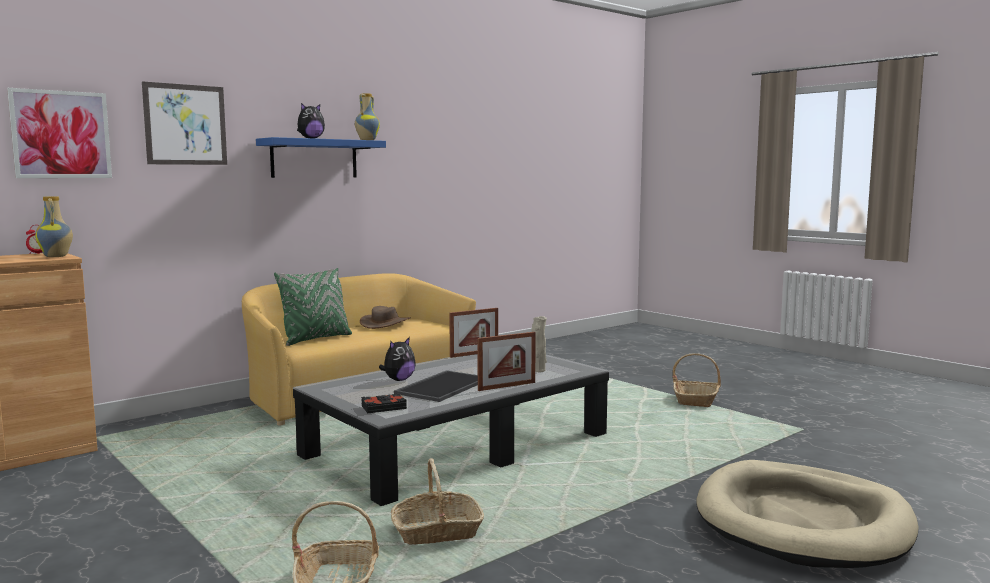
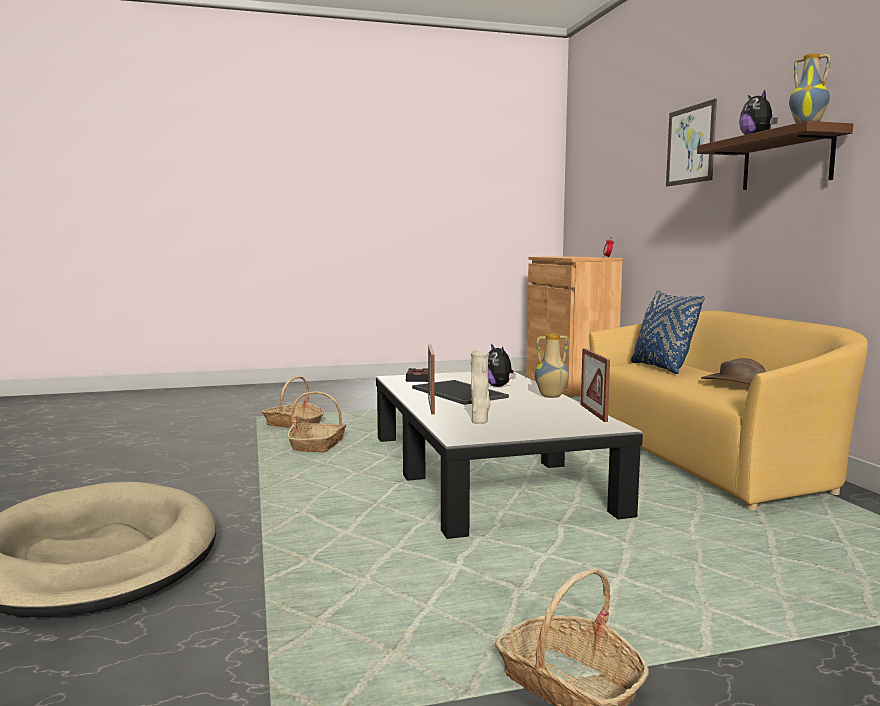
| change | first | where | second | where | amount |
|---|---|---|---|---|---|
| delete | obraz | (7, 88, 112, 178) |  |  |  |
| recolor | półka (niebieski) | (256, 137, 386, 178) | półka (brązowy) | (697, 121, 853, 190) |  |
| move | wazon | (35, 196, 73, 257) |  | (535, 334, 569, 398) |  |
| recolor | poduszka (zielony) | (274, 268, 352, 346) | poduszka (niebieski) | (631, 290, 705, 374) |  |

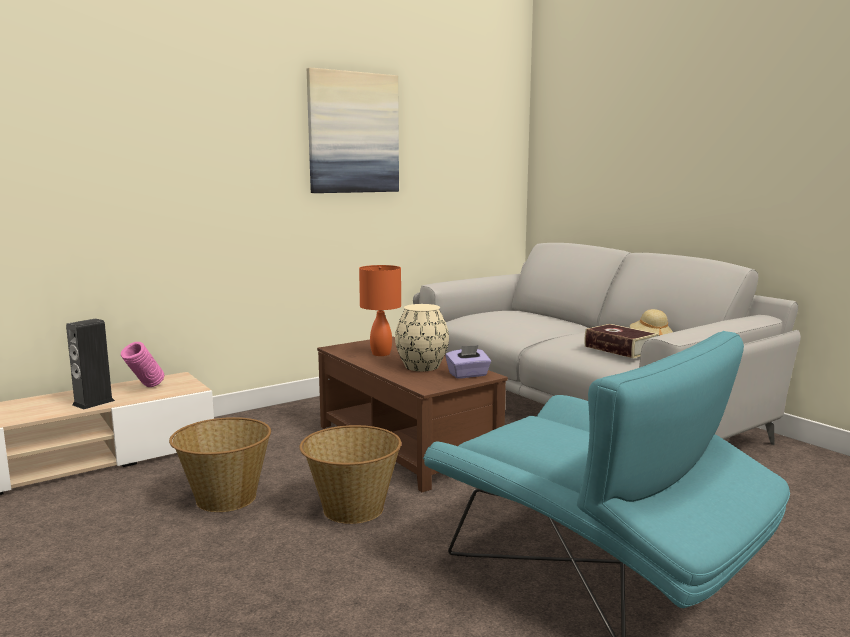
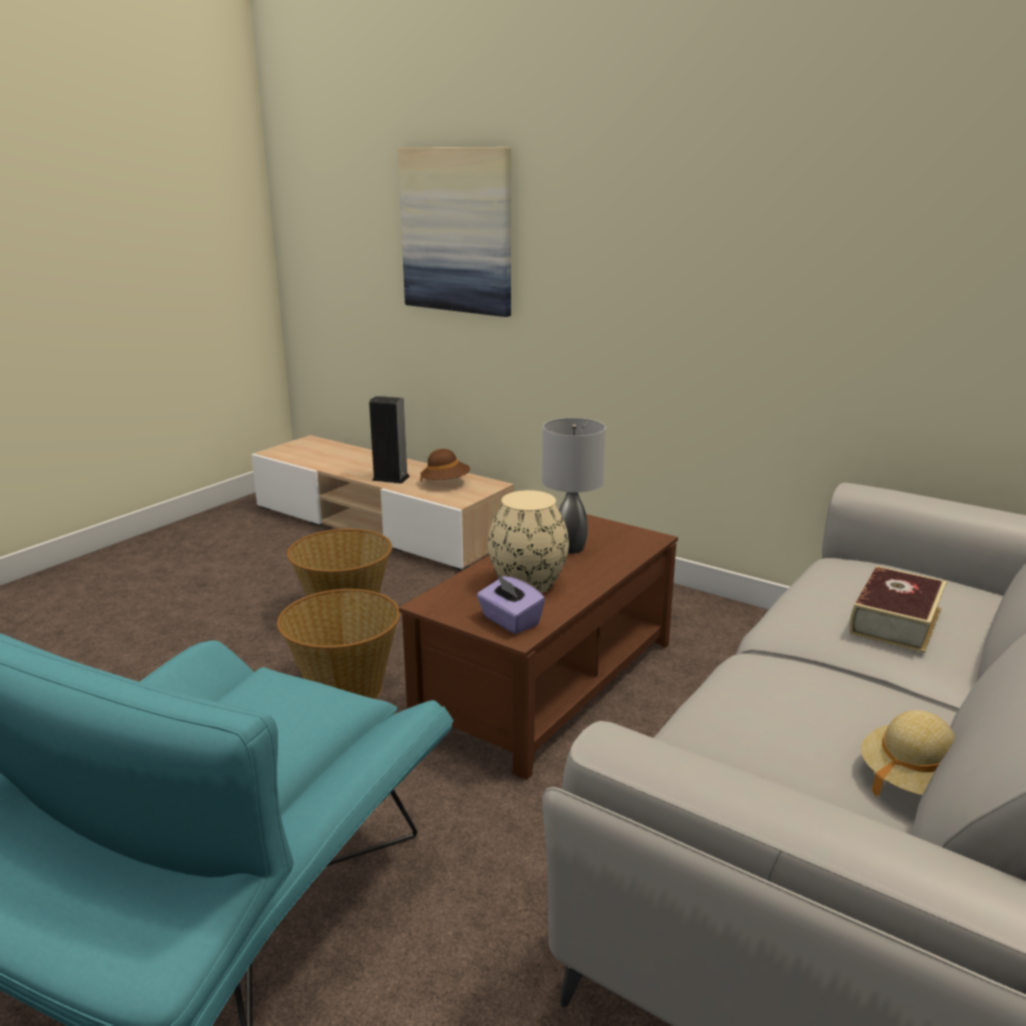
| change | first | where | second | where | amount |
|---|---|---|---|---|---|
| move | obraz | (307, 67, 399, 193) |  | (398, 147, 511, 317) |  |
| recolor | lampa stołowa (pomarańczowy) | (359, 265, 401, 356) | lampa stołowa (szary) | (542, 418, 606, 554) |  |
| move | książka | (585, 324, 659, 358) |  | (849, 566, 947, 653) |  |
| replace | wazon (różowy) | (121, 342, 164, 387) | kapelusz (brązowy) | (421, 449, 470, 482) |  |

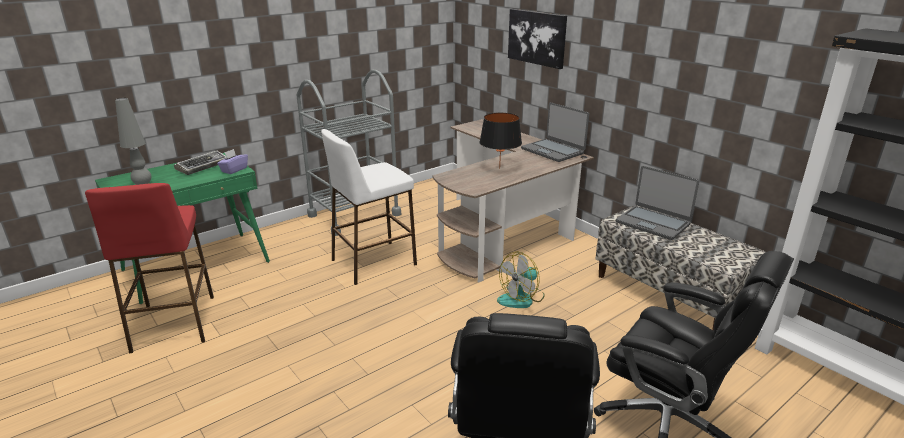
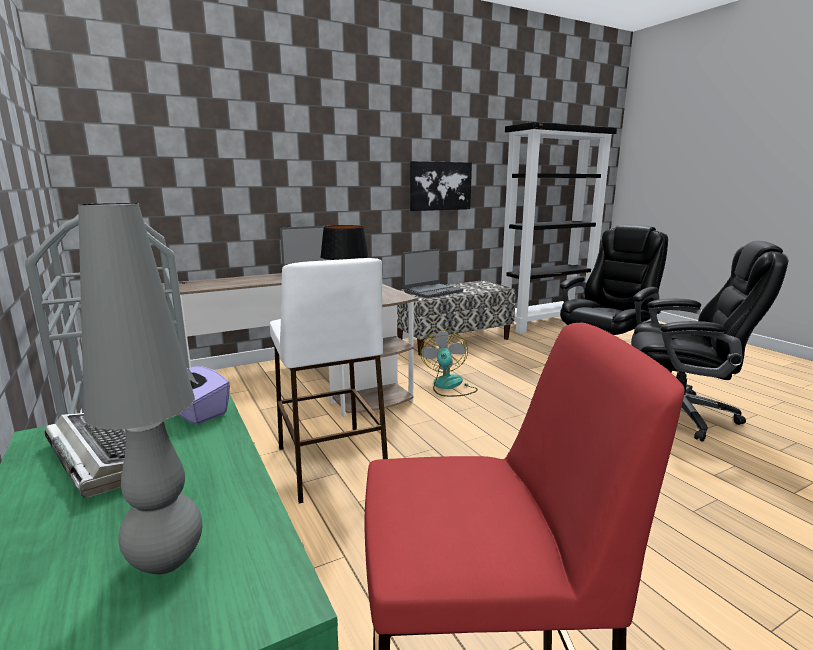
| change | first | where | second | where | amount |
|---|---|---|---|---|---|
| move | obraz | (508, 9, 567, 69) |  | (410, 161, 472, 211) |  |
| rotate | wentylator | (497, 251, 545, 308) |  | (420, 330, 478, 397) | 150 degrees counterclockwise |

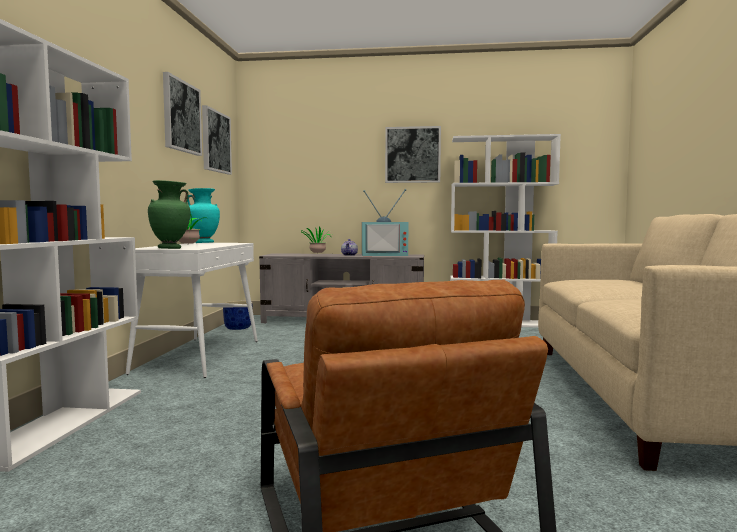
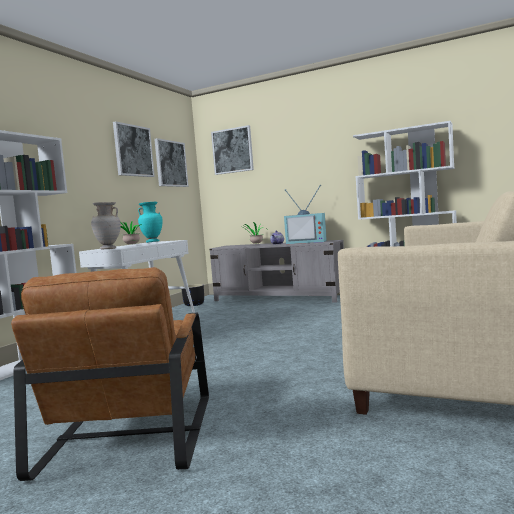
| change | first | where | second | where | amount |
|---|---|---|---|---|---|
| move | obraz | (385, 126, 441, 183) |  | (211, 125, 254, 175) |  |
| recolor | wazon (zielony) | (148, 180, 190, 249) | wazon (beżowy) | (91, 202, 121, 249) |  |
| recolor | donica (niebieski) | (223, 301, 253, 330) | donica (czarny) | (182, 284, 204, 306) |  |

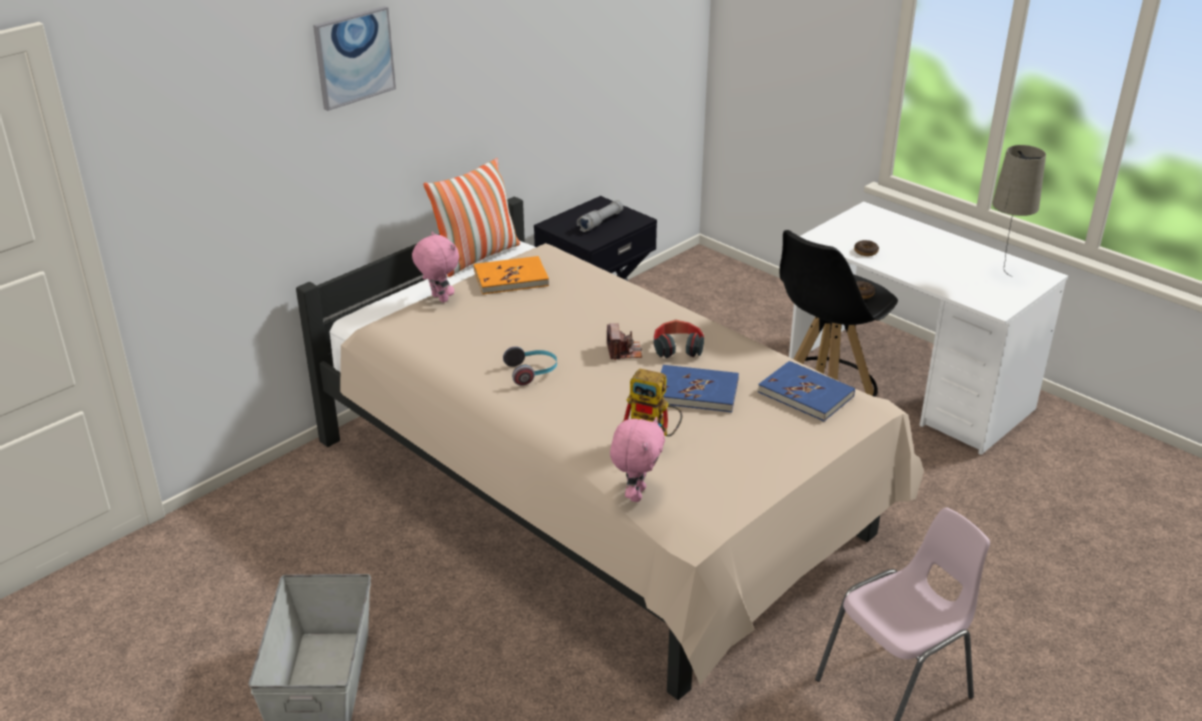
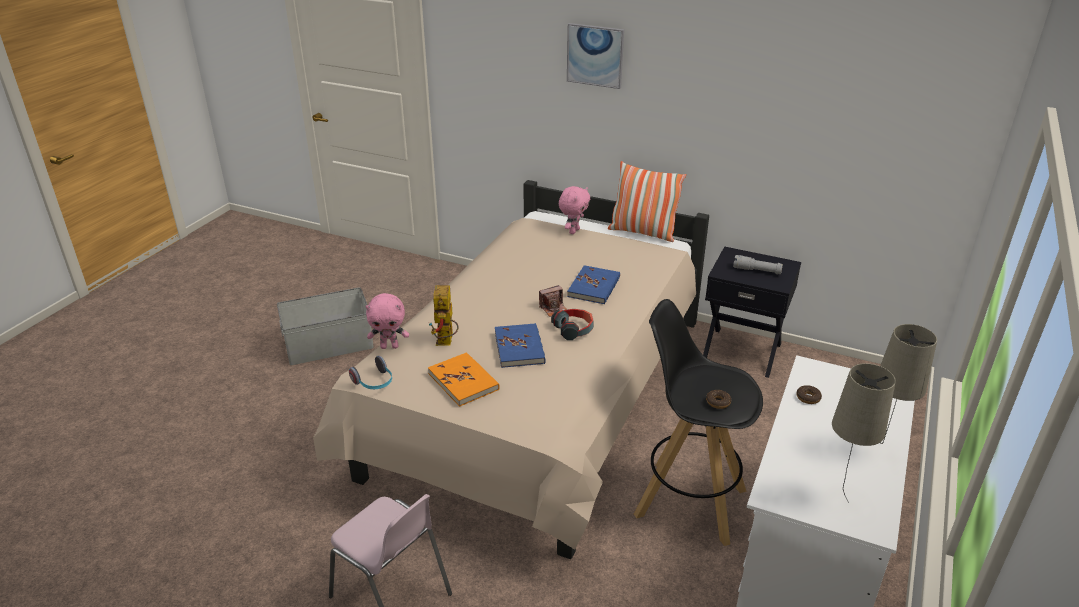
| change | first | where | second | where | amount |
|---|---|---|---|---|---|
| move | książka (pomarańczowy) | (474, 256, 549, 294) |  | (428, 352, 500, 407) |  |
| move | słuchawki | (503, 346, 557, 386) |  | (349, 356, 392, 389) |  |
| move | książka (niebieski) | (758, 361, 855, 421) |  | (567, 265, 620, 304) |  |
| insert |  |  | lampa stołowa (beżowy) | (880, 324, 937, 444) |  |

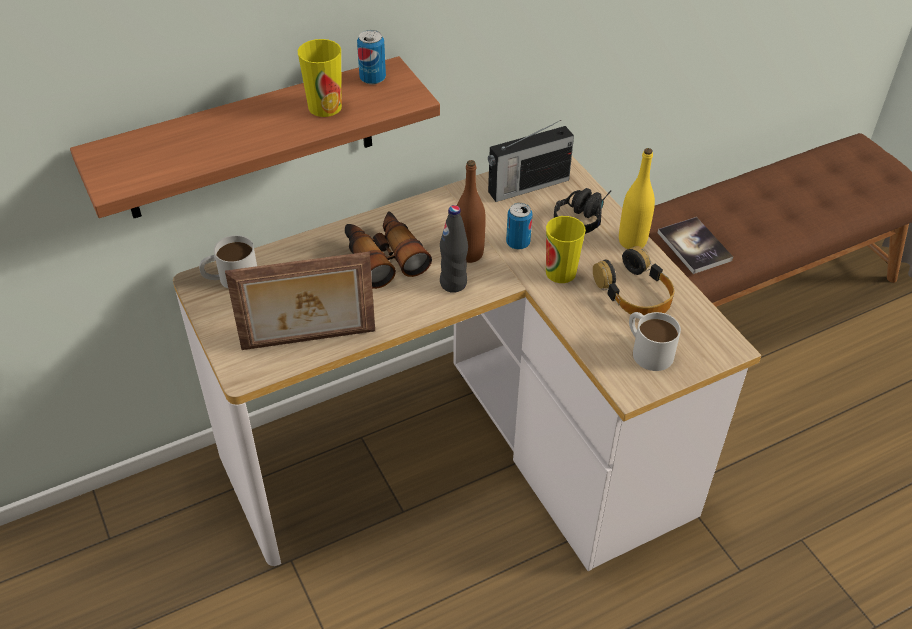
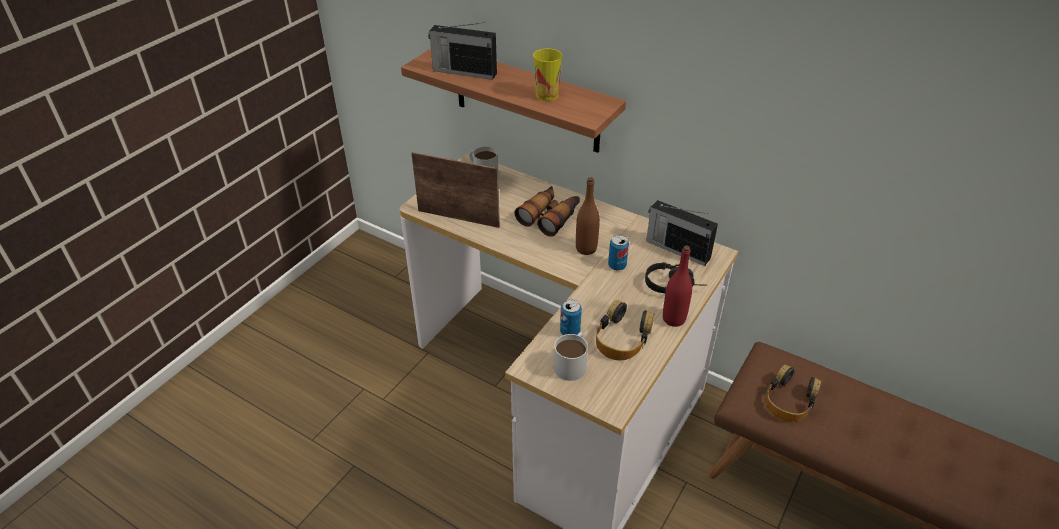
| change | first | where | second | where | amount |
|---|---|---|---|---|---|
| move | puszka | (357, 30, 386, 85) |  | (560, 299, 582, 335) |  |
| recolor | butelka (żółty) | (619, 148, 655, 249) | butelka (czerwony) | (663, 246, 692, 327) |  |
| delete | butelka (czarny) | (440, 205, 468, 293) |  |  |  |
| delete | filiżanka | (546, 216, 586, 283) |  |  |  |
| replace | książka | (658, 217, 733, 274) | słuchawki | (766, 364, 821, 422) |  |
| rotate | ramka na zdjęcie | (225, 252, 375, 350) |  | (411, 152, 500, 228) | 150 degrees clockwise |
| insert |  |  | radio | (428, 23, 497, 80) |  |

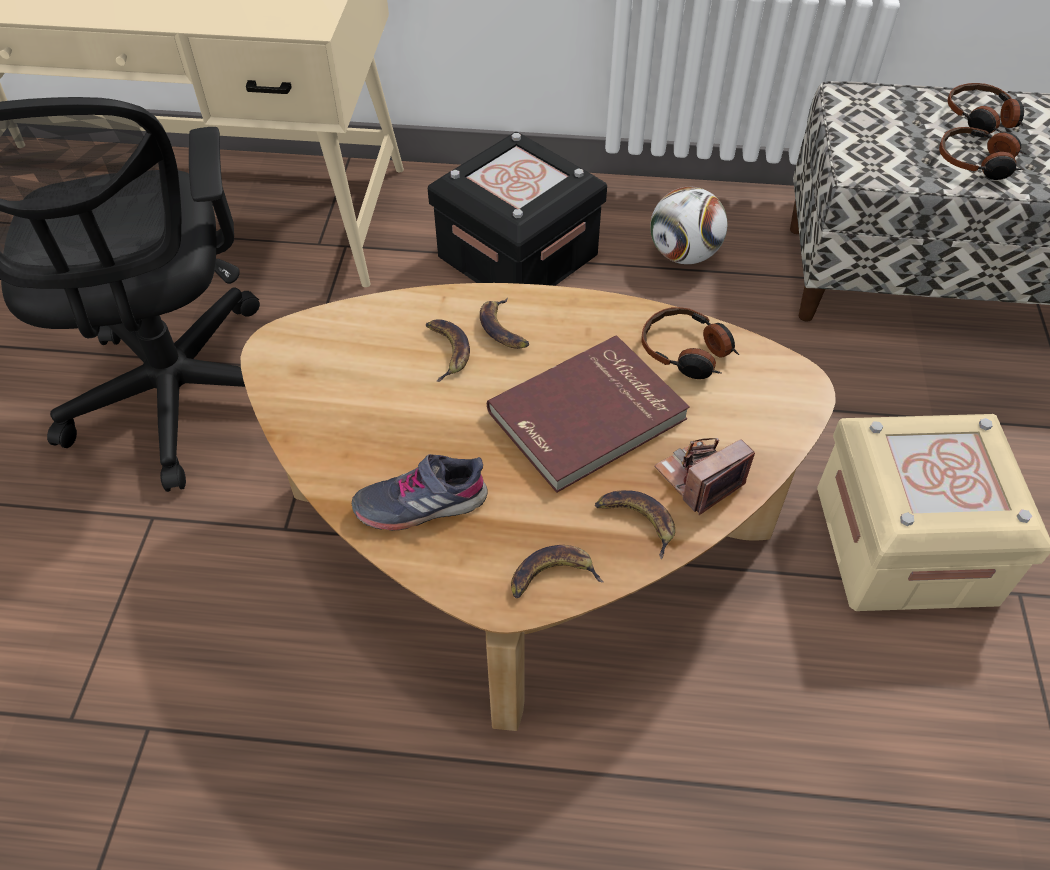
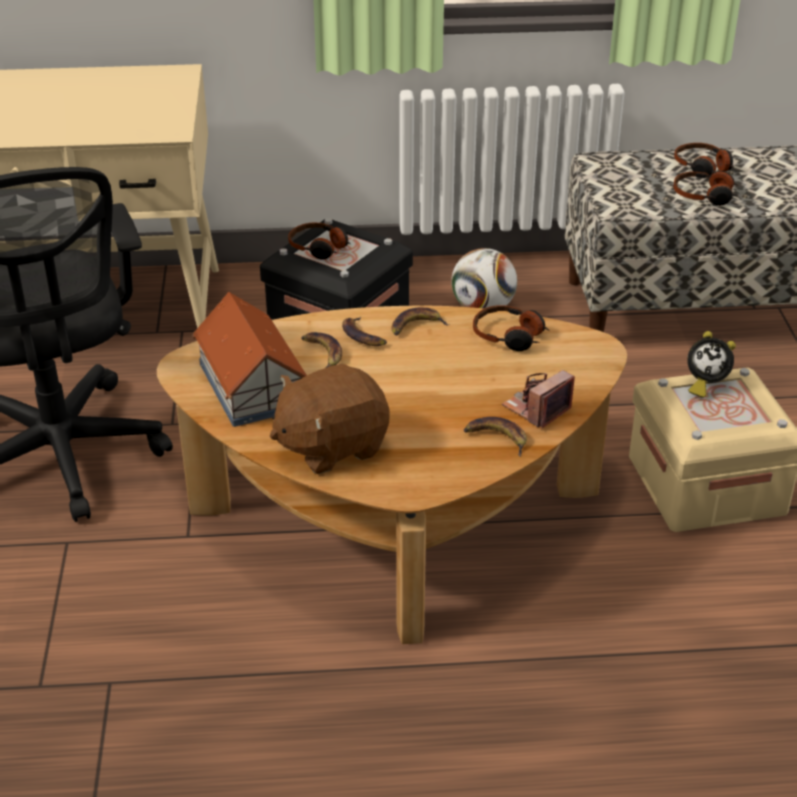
| change | first | where | second | where | amount |
|---|---|---|---|---|---|
| delete | książka (czerwony) | (487, 336, 690, 493) |  |  |  |
| replace | but (szary) | (352, 454, 488, 531) | pluszak (brązowy) | (270, 364, 390, 474) |  |
| move | banan | (511, 545, 604, 598) |  | (391, 307, 450, 335) |  |
| insert |  |  | słuchawki | (288, 223, 350, 259) |  |
| insert |  |  | domek | (193, 292, 307, 427) |  |
| insert |  |  | budzik | (687, 331, 736, 398) |  |

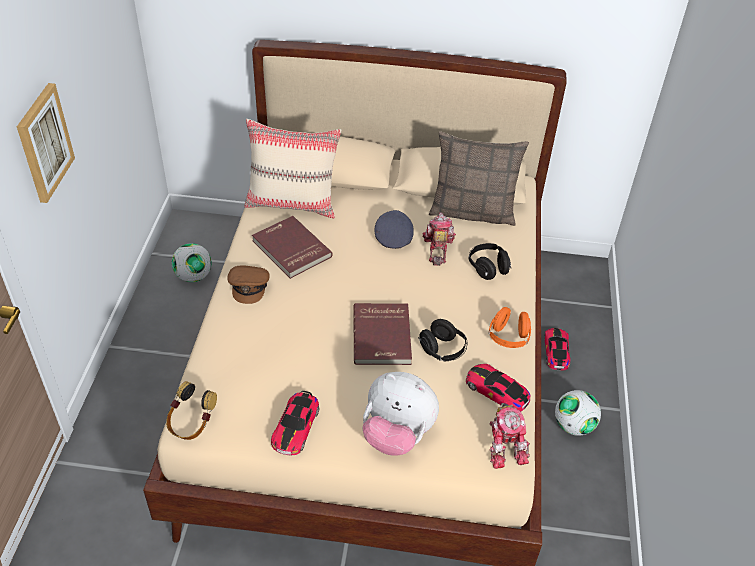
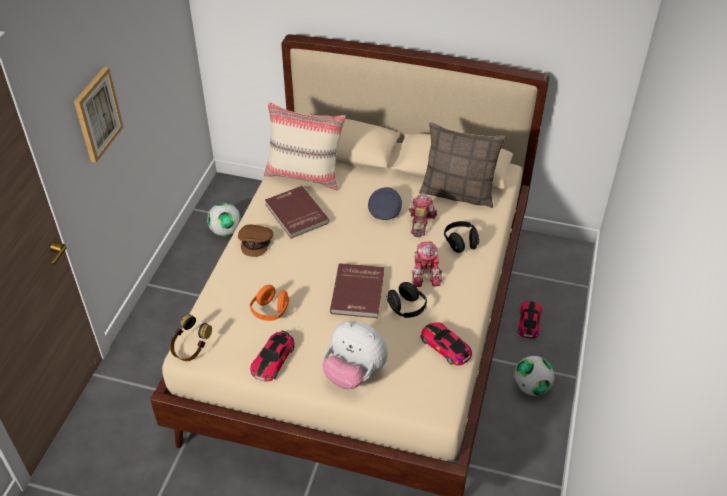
| change | first | where | second | where | amount |
|---|---|---|---|---|---|
| move | słuchawki (pomarańczowy) | (489, 307, 531, 348) |  | (250, 285, 289, 321) |  |
| move | robot zabawkowy | (489, 405, 530, 469) |  | (411, 241, 443, 287) |  |

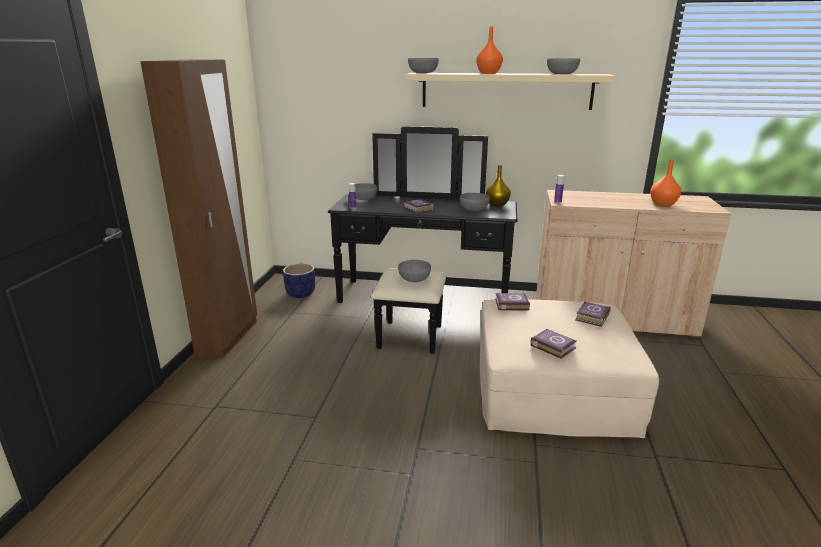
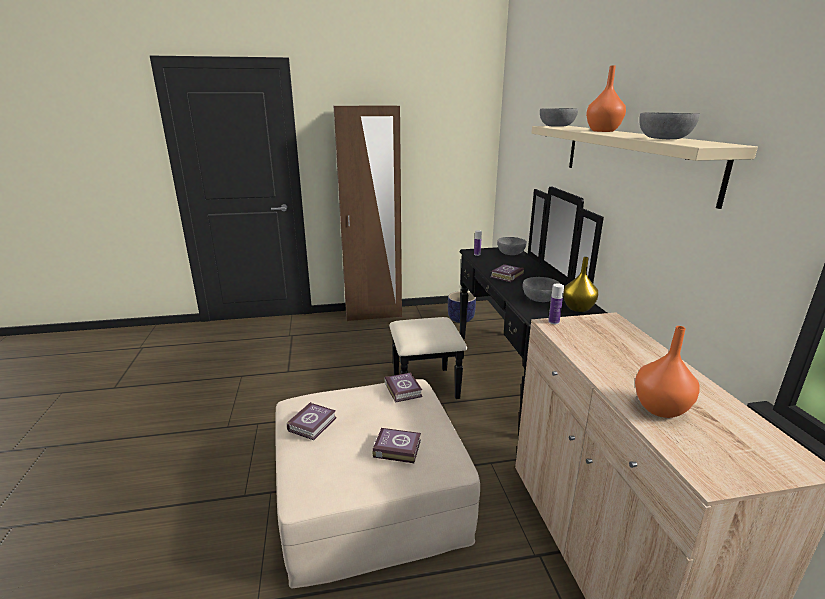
| change | first | where | second | where | amount |
|---|---|---|---|---|---|
| delete | miska (szary) | (398, 260, 431, 282) |  |  |  |

